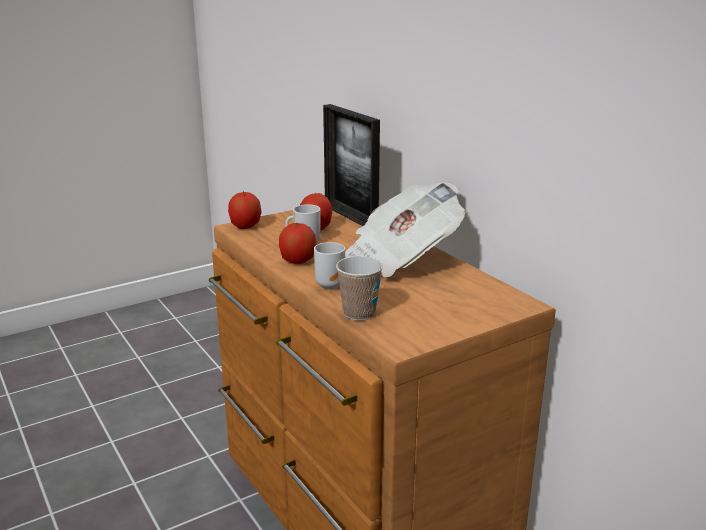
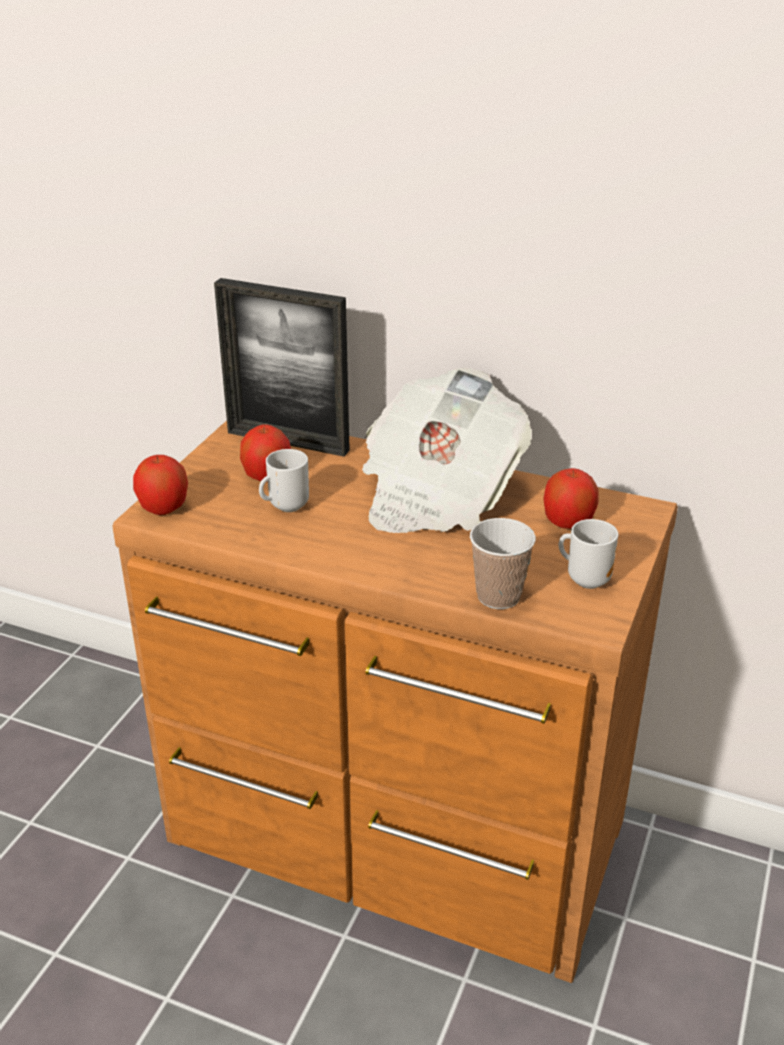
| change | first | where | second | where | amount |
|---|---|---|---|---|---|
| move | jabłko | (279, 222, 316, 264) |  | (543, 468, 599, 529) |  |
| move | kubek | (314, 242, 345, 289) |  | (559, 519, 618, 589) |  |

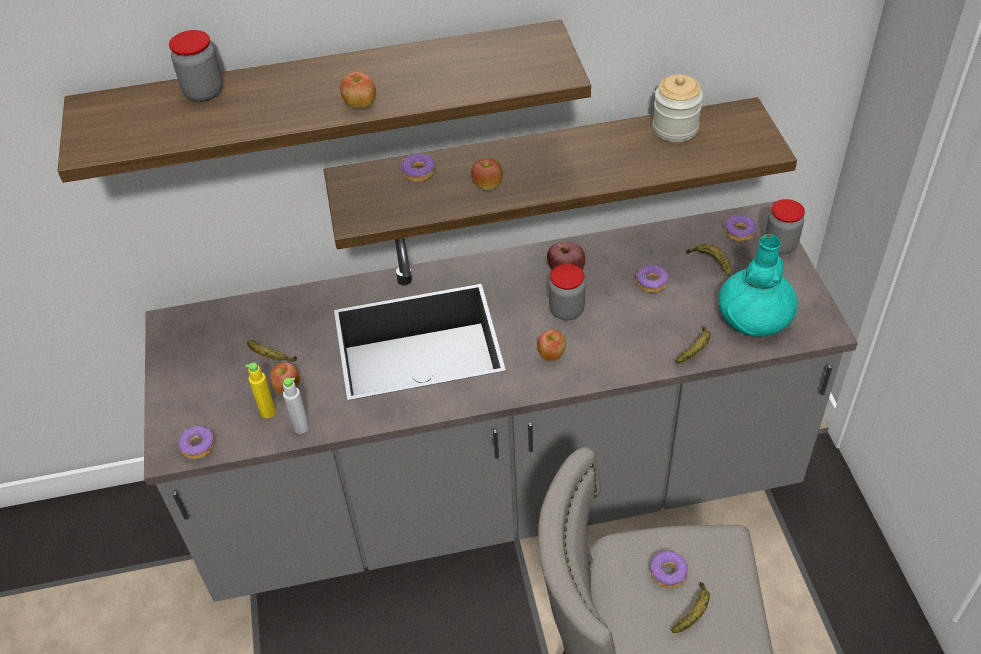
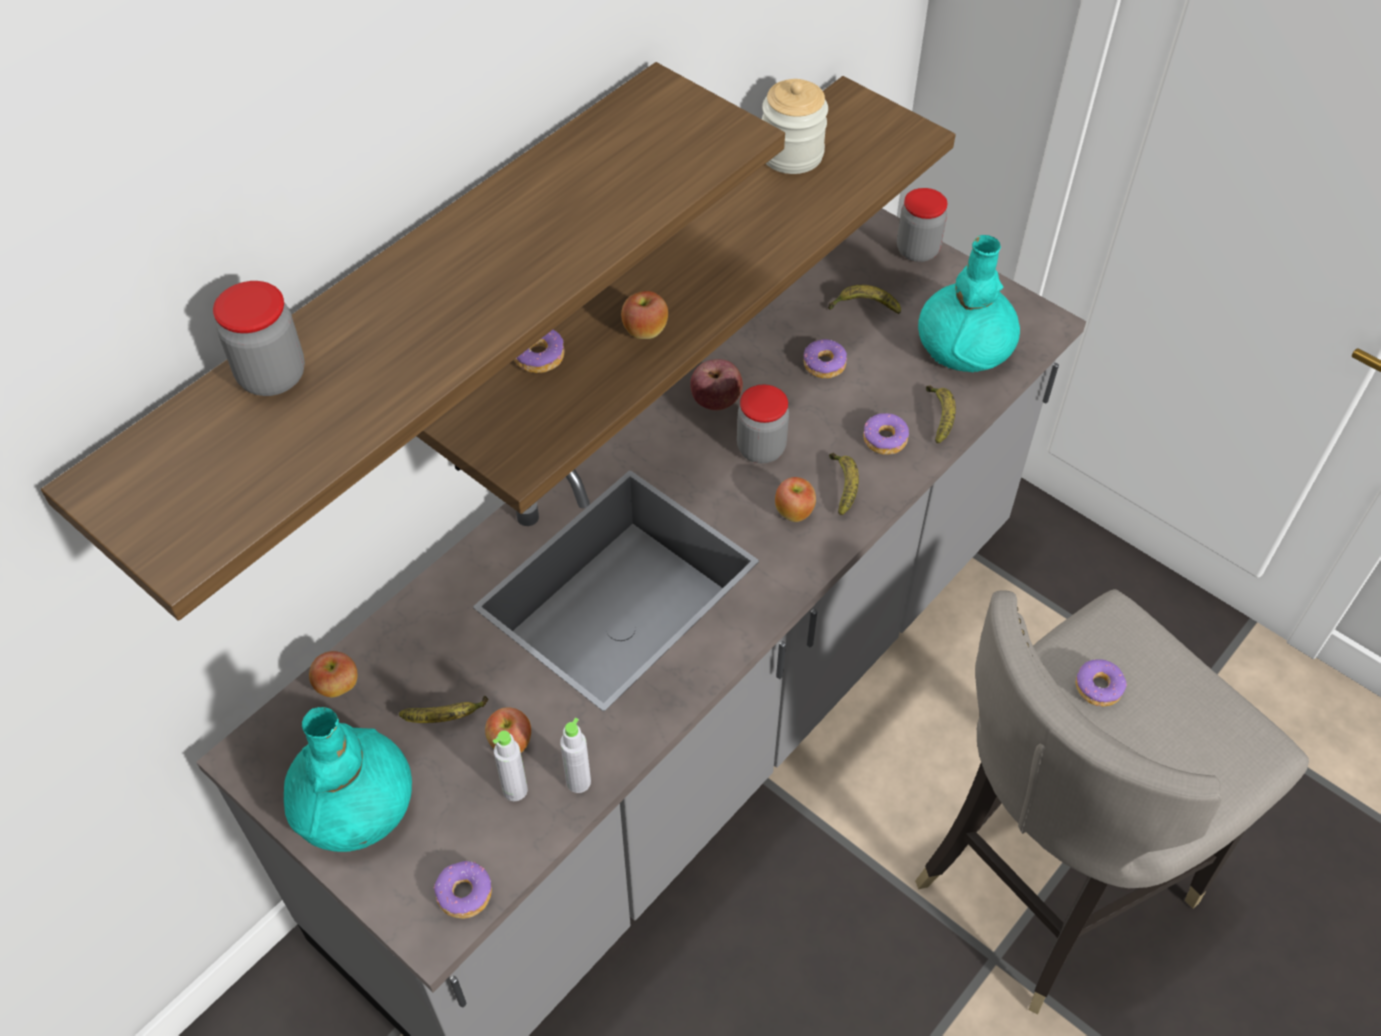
| change | first | where | second | where | amount |
|---|---|---|---|---|---|
| move | jabłko | (340, 72, 376, 109) |  | (309, 651, 358, 697) |  |
| move | donut | (725, 215, 756, 242) |  | (863, 413, 909, 454) |  |
| recolor | butelka (żółty) | (246, 363, 276, 418) | butelka (szary) | (493, 730, 528, 801) |  |
| move | banan | (671, 582, 710, 633) |  | (829, 453, 859, 515) |  |
| insert |  |  | wazon (turkusowy) | (284, 707, 412, 852) |  |

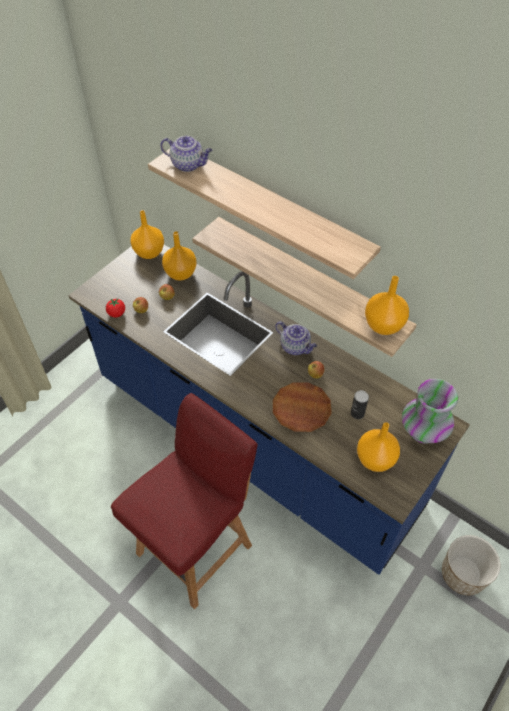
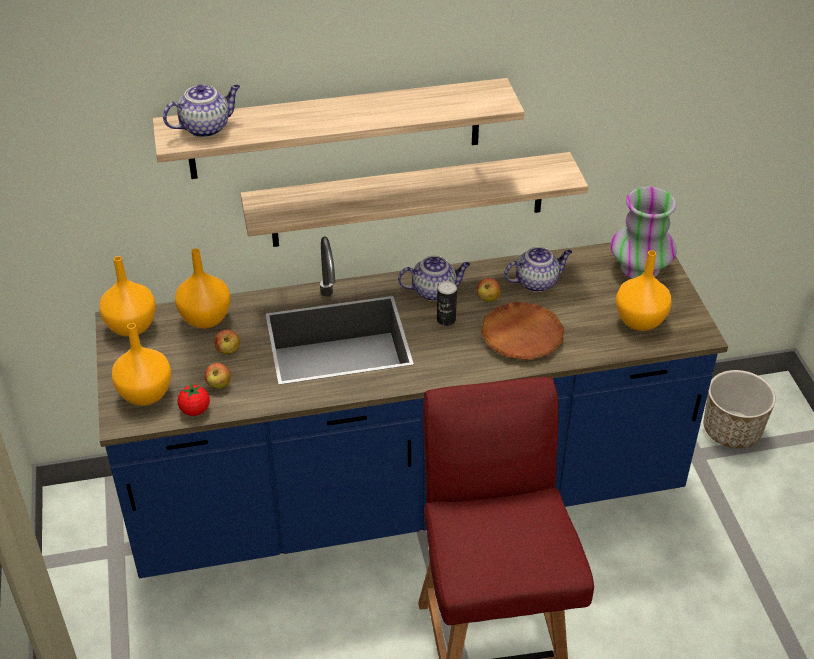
| change | first | where | second | where | amount |
|---|---|---|---|---|---|
| move | wazon (pomarańczowy) | (365, 276, 409, 335) |  | (112, 323, 172, 406) |  |
| move | puszka | (351, 390, 369, 419) |  | (437, 281, 457, 326) |  |
| insert |  |  | imbryk | (504, 247, 572, 292) |  |

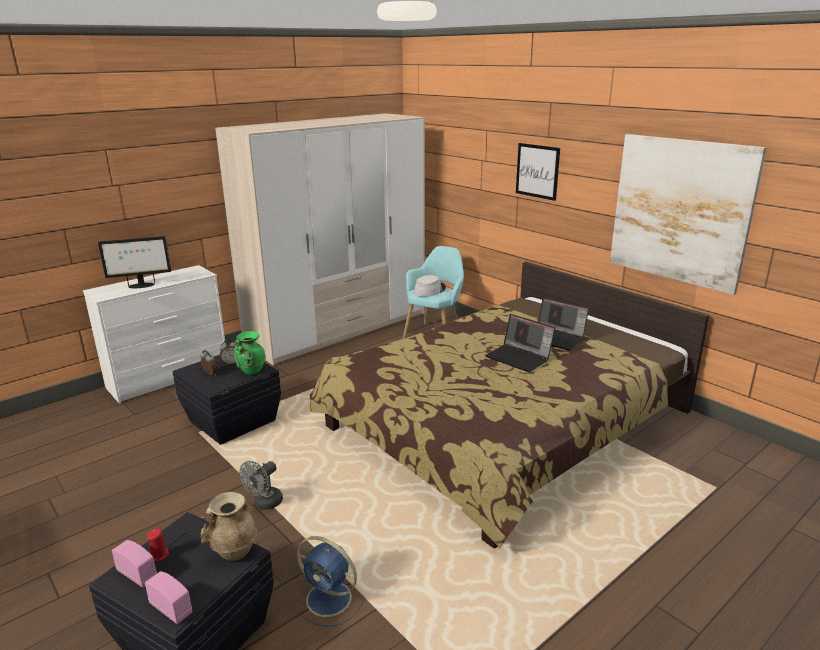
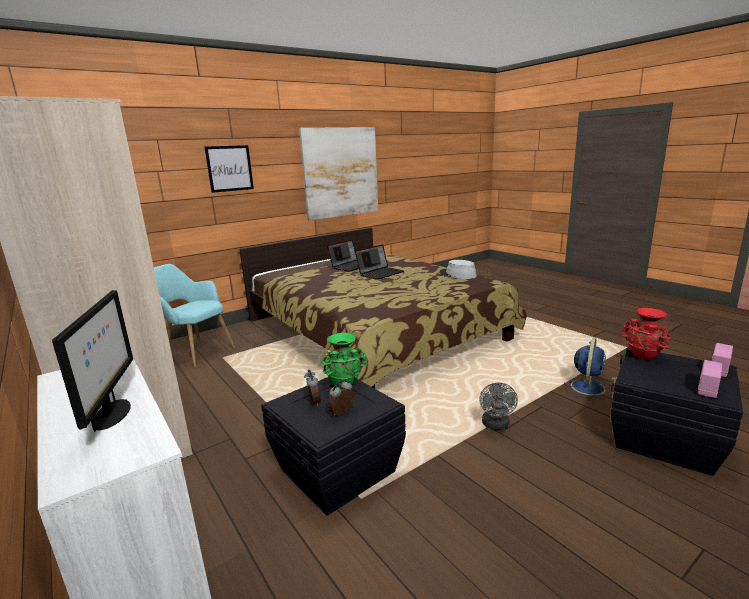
| change | first | where | second | where | amount |
|---|---|---|---|---|---|
| move | kapelusz (szary) | (414, 275, 446, 297) |  | (440, 260, 477, 279) |  |
| rotate | wentylator (szary) | (239, 461, 283, 510) |  | (479, 383, 518, 430) | 60 degrees clockwise |
| recolor | wazon (beżowy) | (201, 492, 257, 561) | wazon (czerwony) | (622, 308, 671, 360) |  |
| delete | świeca (czerwony) | (147, 529, 169, 561) |  |  |  |

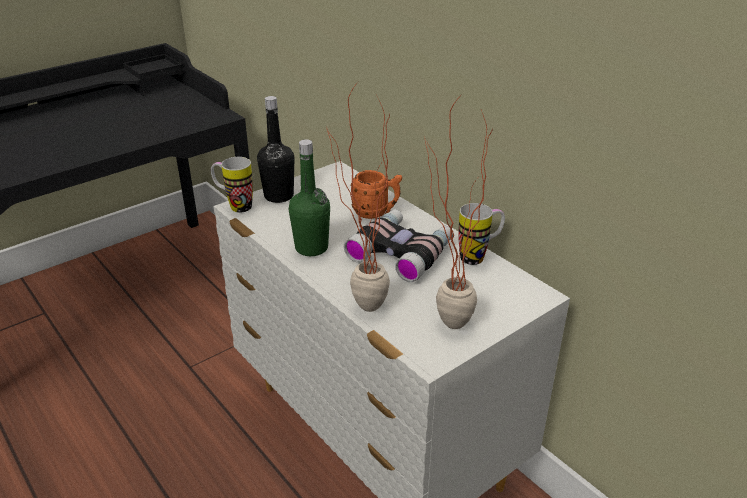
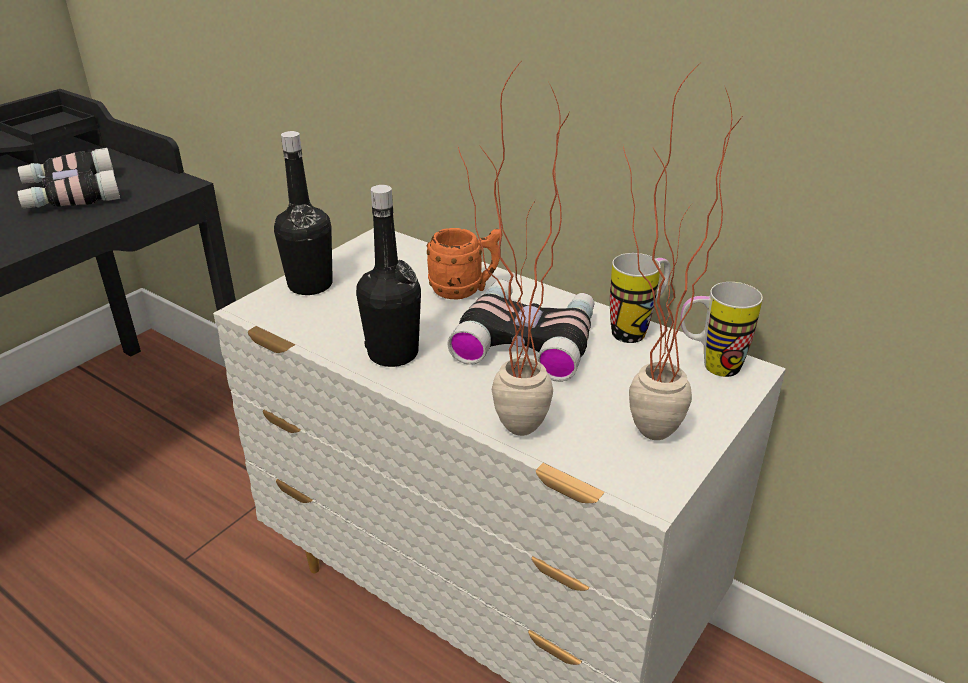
| change | first | where | second | where | amount |
|---|---|---|---|---|---|
| recolor | butelka (zielony) | (288, 139, 330, 256) | butelka (czarny) | (356, 185, 421, 367) |  |
| move | kubek | (211, 157, 253, 213) |  | (681, 282, 763, 377) |  |
| insert |  |  | lornetka | (17, 148, 120, 208) |  |

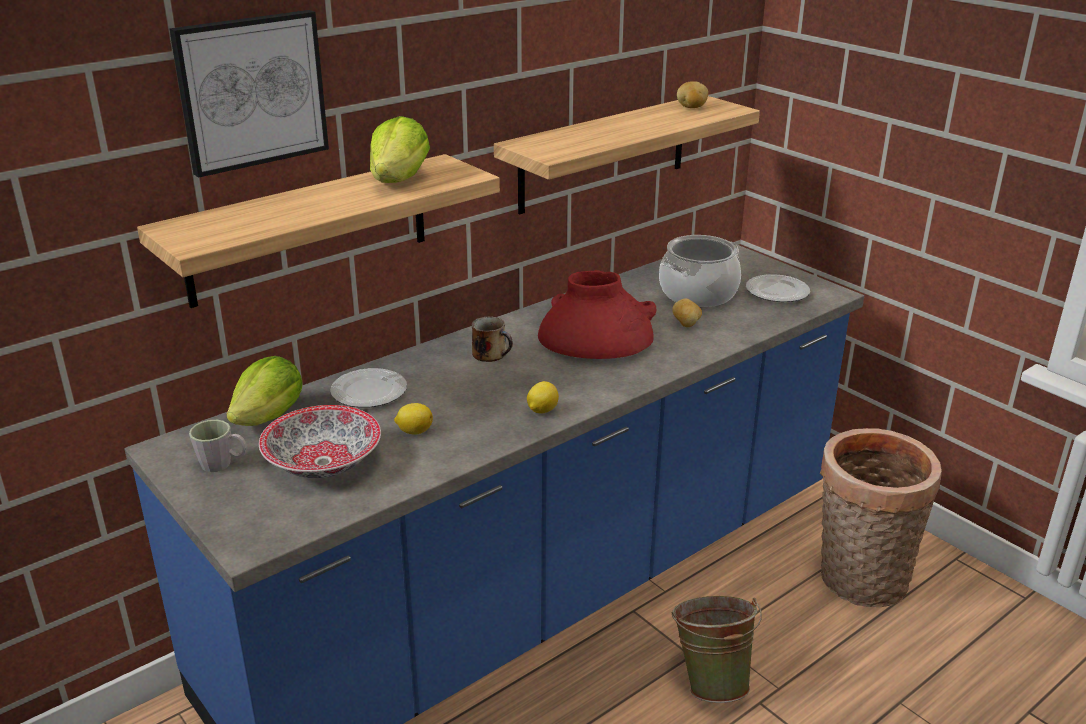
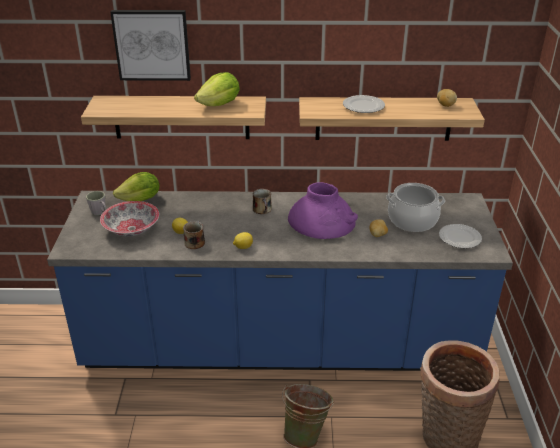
| change | first | where | second | where | amount |
|---|---|---|---|---|---|
| recolor | wazon (czerwony) | (538, 270, 657, 359) | wazon (fioletowy) | (288, 182, 358, 239) |  |
| move | talerz | (330, 368, 407, 408) |  | (343, 95, 385, 113) |  |
| insert |  |  | kubek | (183, 221, 205, 249) |  |

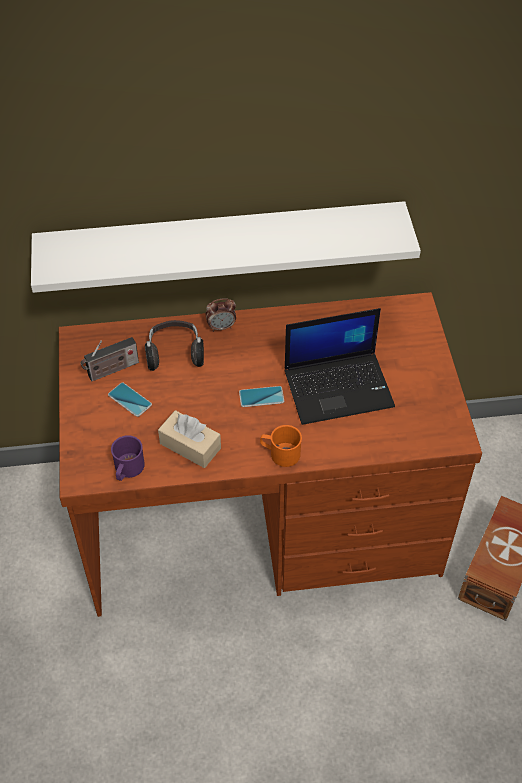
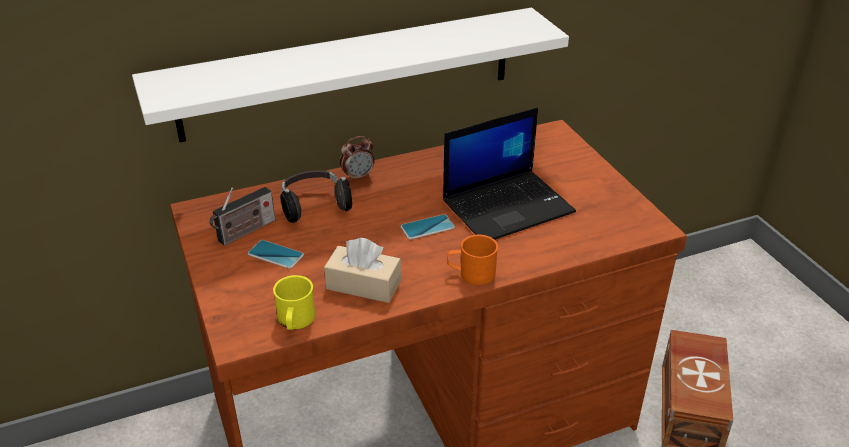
| change | first | where | second | where | amount |
|---|---|---|---|---|---|
| recolor | kubek (fioletowy) | (111, 435, 145, 481) | kubek (żółty) | (273, 275, 315, 330) |  |

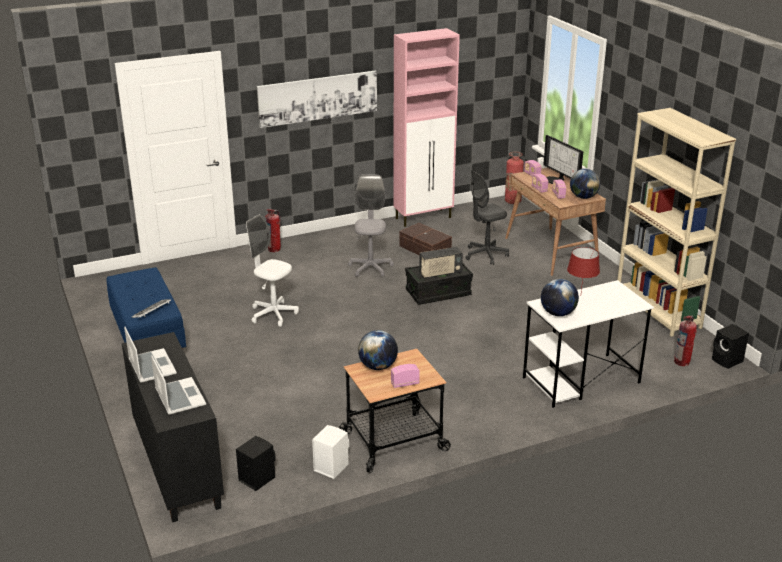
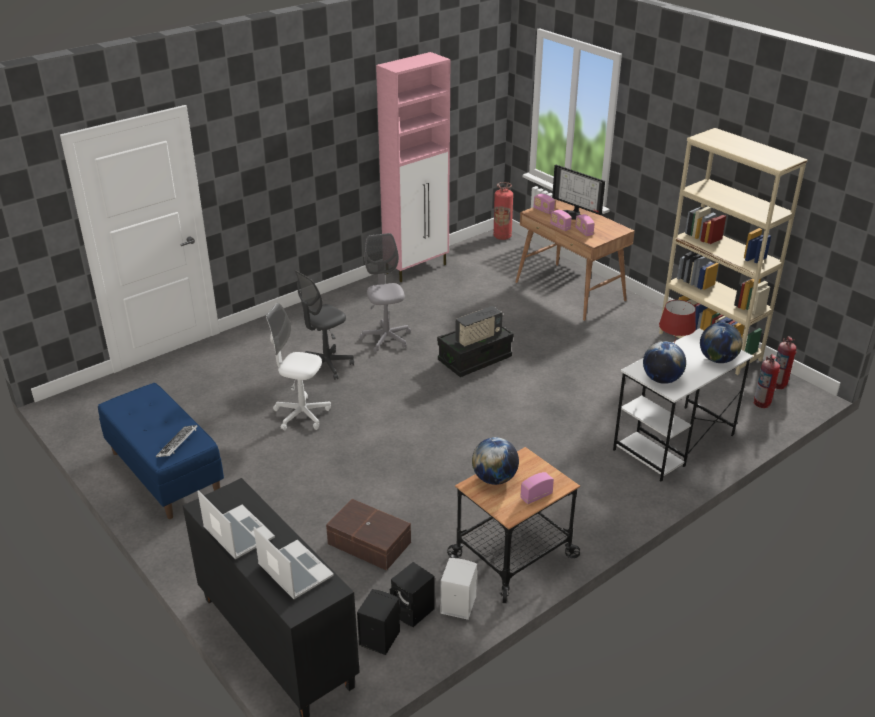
| change | first | where | second | where | amount |
|---|---|---|---|---|---|
| delete | obraz | (257, 70, 377, 128) |  |  |  |
| move | globus | (570, 169, 600, 199) |  | (700, 322, 742, 363) |  |
| move | krzesło biurowe (szary) | (466, 170, 509, 265) |  | (295, 270, 354, 380) |  |
| move | gaśnica | (265, 209, 281, 252) |  | (775, 336, 796, 389) |  |
| move | pojemnik do przechowywania (brązowy) | (399, 223, 452, 255) |  | (326, 499, 411, 571) |  |
| move | głośnik (czarny) | (712, 324, 749, 369) |  | (390, 562, 435, 627) |  |

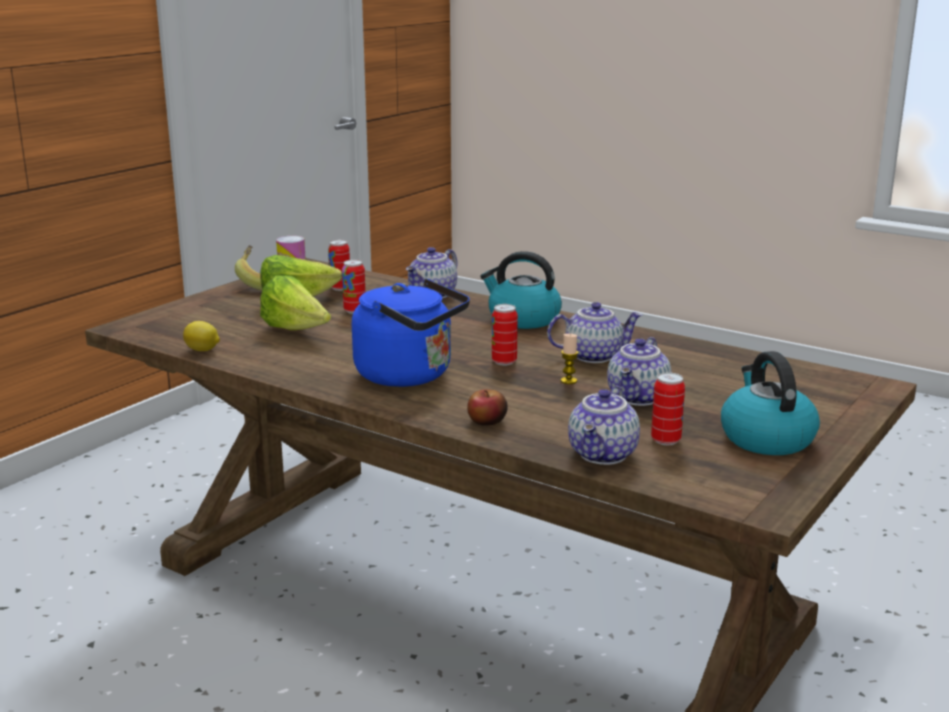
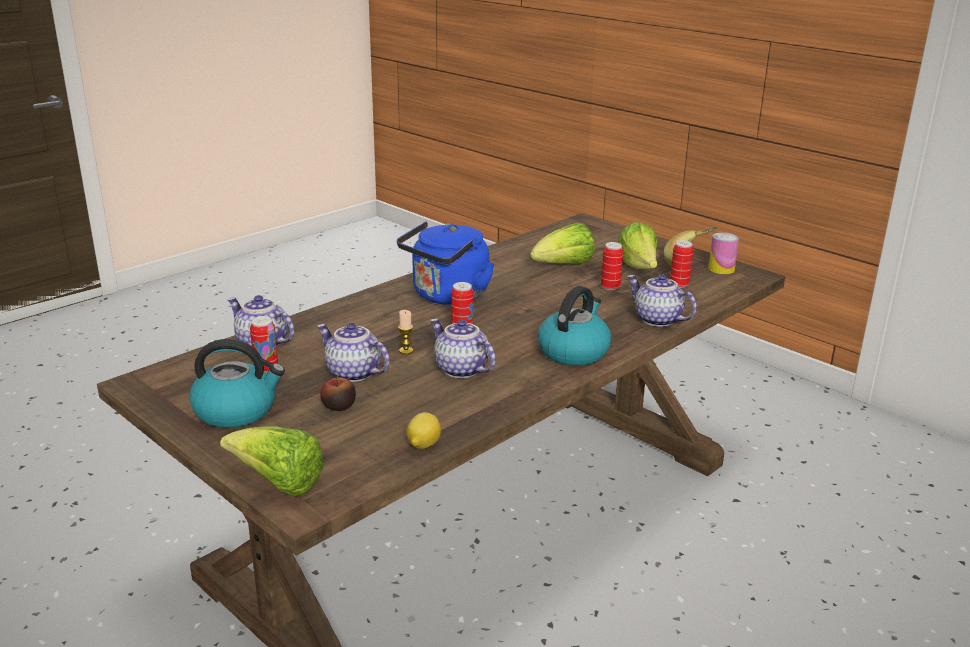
| change | first | where | second | where | amount |
|---|---|---|---|---|---|
| rotate | imbryk | (547, 302, 642, 363) |  | (430, 318, 496, 378) | 135 degrees clockwise |
| move | cytryna | (183, 321, 220, 351) |  | (406, 412, 441, 449) |  |
| move | jabłko | (467, 389, 508, 426) |  | (320, 378, 356, 411) |  |
| insert |  |  | sałata | (220, 427, 324, 496) |  |

